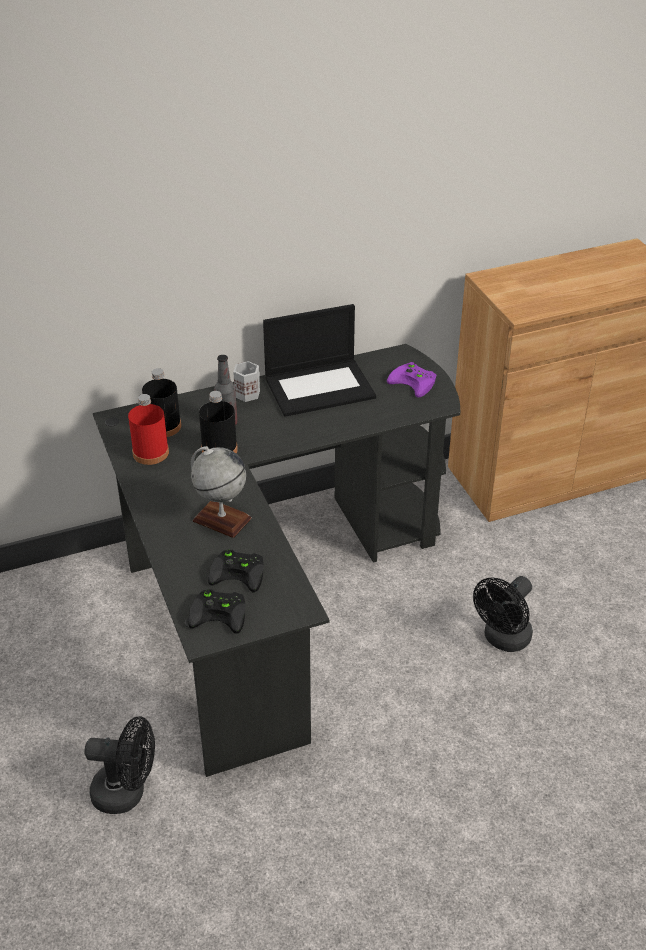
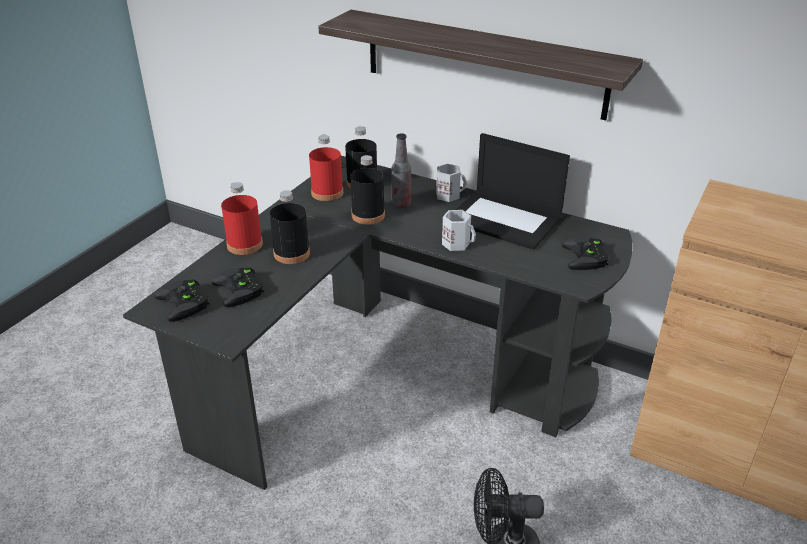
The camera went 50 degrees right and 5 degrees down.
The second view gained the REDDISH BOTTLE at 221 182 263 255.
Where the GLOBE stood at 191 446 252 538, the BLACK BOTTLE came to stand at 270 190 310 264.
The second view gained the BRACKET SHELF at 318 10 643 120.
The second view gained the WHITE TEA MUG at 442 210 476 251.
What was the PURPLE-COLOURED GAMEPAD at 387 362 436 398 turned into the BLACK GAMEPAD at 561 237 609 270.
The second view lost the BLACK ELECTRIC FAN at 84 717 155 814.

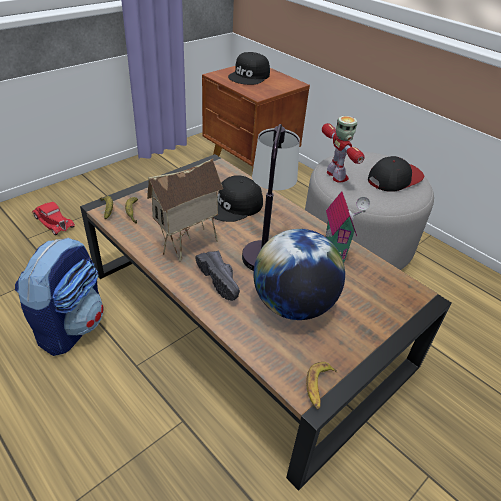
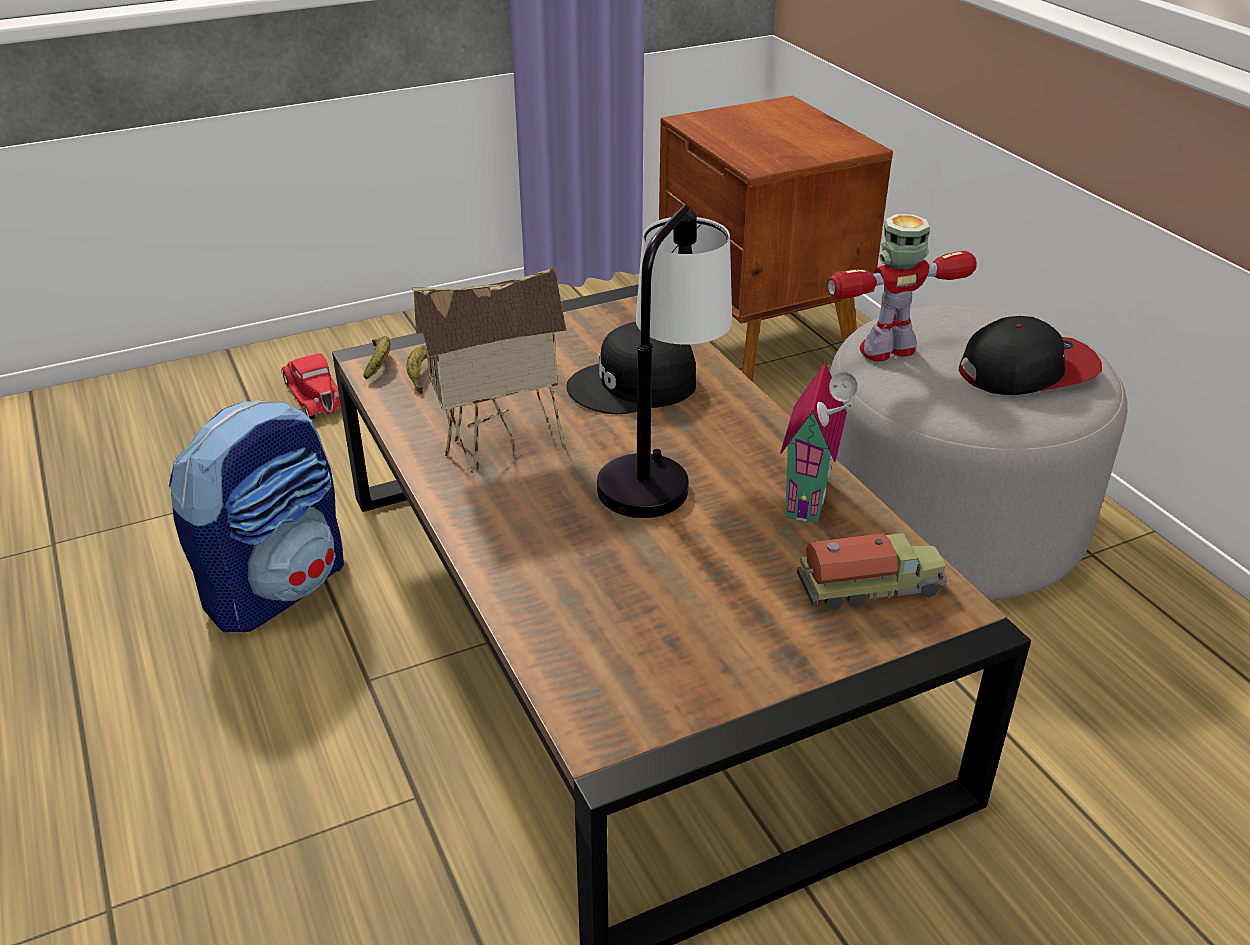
The camera went 20 degrees right and 5 degrees down.
The second view gained the TOY LORRY at 797 533 947 610.
The ROBOT FIGURE at 322 116 365 183 ended up facing another way, 105 degrees counterclockwise from before.
The second view lost the BLACK LOW SHOE at 195 251 240 301.
The second view lost the BLACK PEAKED CAP at 228 52 270 85.
The second view lost the GLOBE at 253 229 345 320.
The second view lost the WHOLE BANANA at 306 362 337 409.

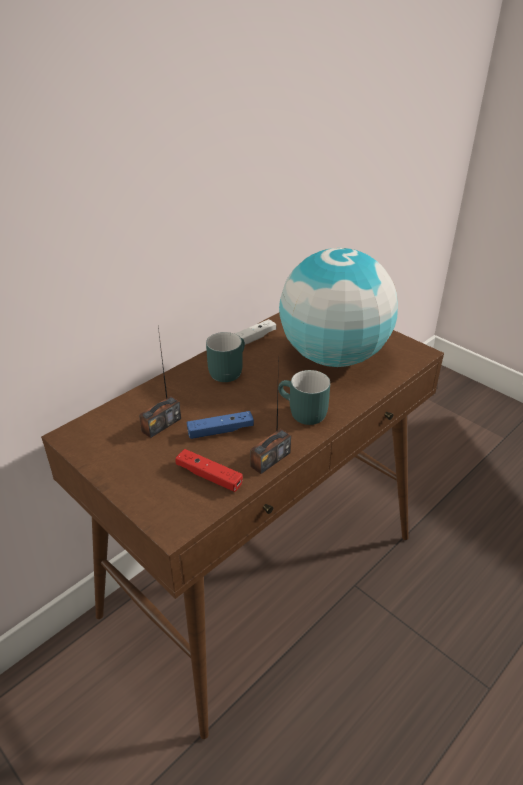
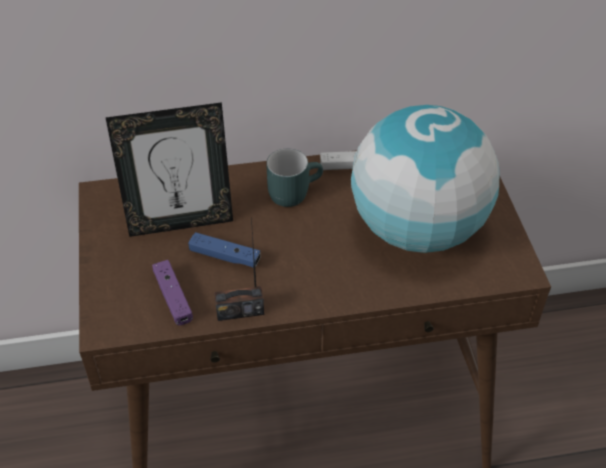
The camera went 35 degrees right and 10 degrees up.
Where the RADIO SET stood at 139 327 181 438, the STANDING FRAME came to stand at 106 102 233 237.
What was the REDDISH GAMEPAD at 175 449 243 492 turned into the PURPLE-COLOURED GAMEPAD at 152 260 193 325.
The second view lost the TURQUOISE-COLOURED TEA MUG at 278 370 330 425.

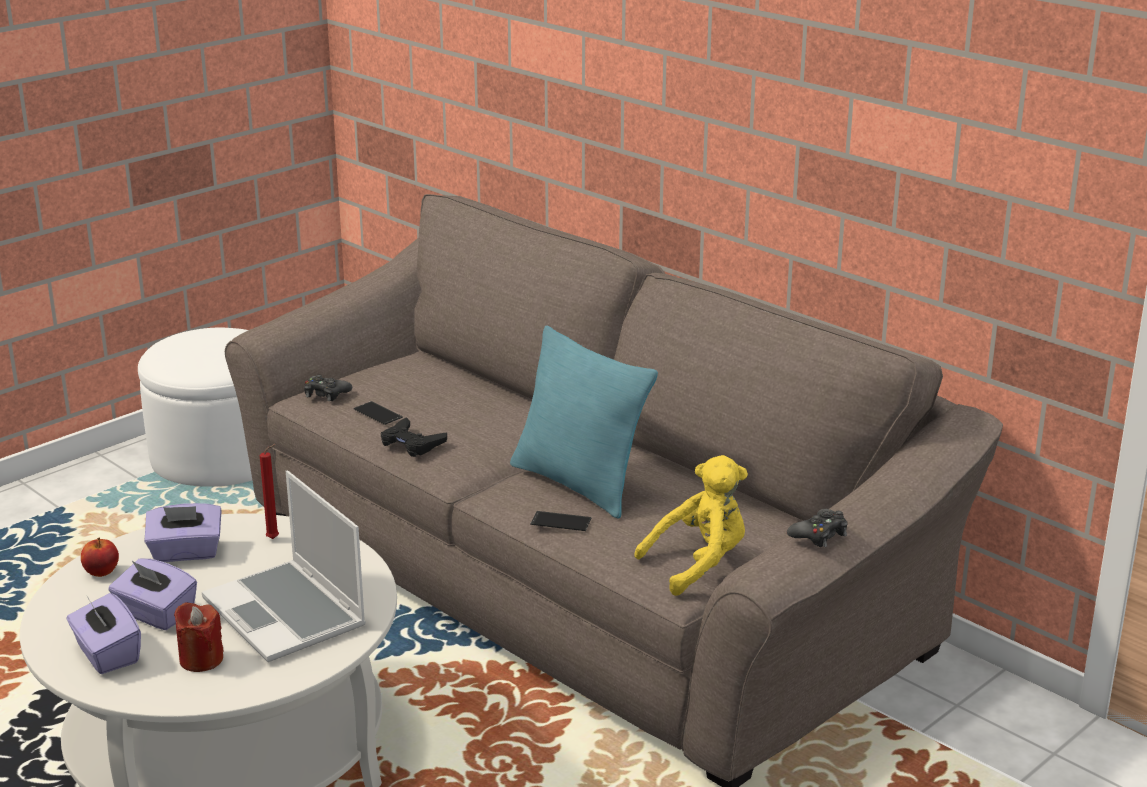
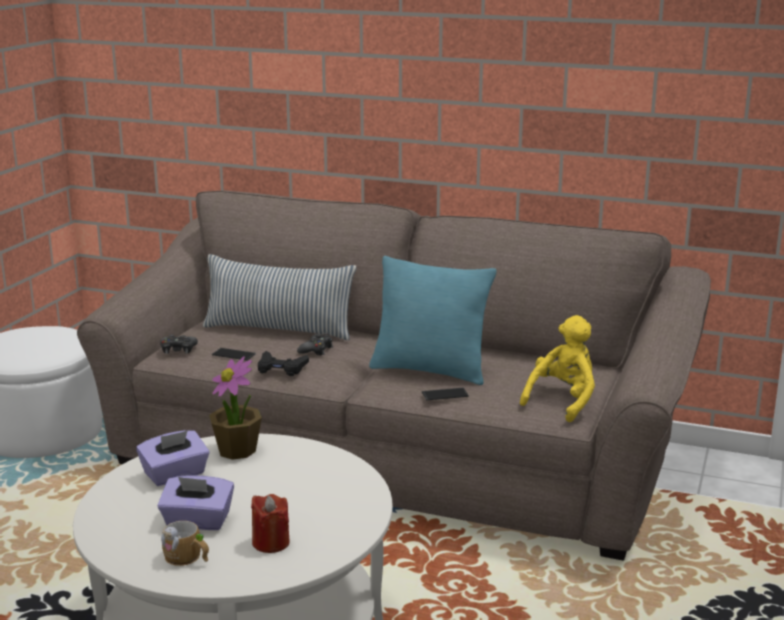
The camera went 25 degrees left and 5 degrees down.
Where the PURPLE-COLOURED TISSUE HOLDER stood at 67 593 141 674, the TEA MUG came to stand at 161 521 209 566.
The second view gained the THROW PILLOW at 203 254 357 341.
Where the REDDISH CANDLE stood at 260 444 279 539, the PLANT IN A POT came to stand at 209 357 262 460.
The BLACK GAMEPAD ended up elsewhere, having gone from 787 509 848 547 to 297 332 333 356.
The second view lost the APPLE FRUIT at 81 538 119 577.
The second view lost the LAPTOP at 202 471 366 662.

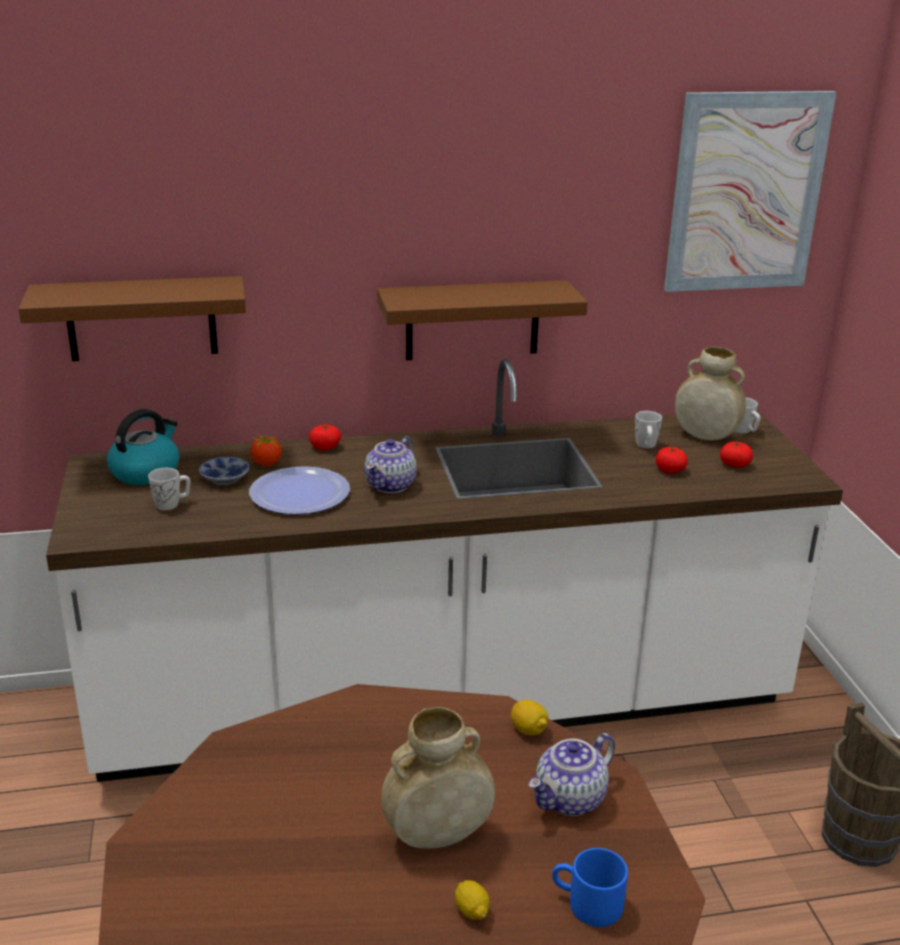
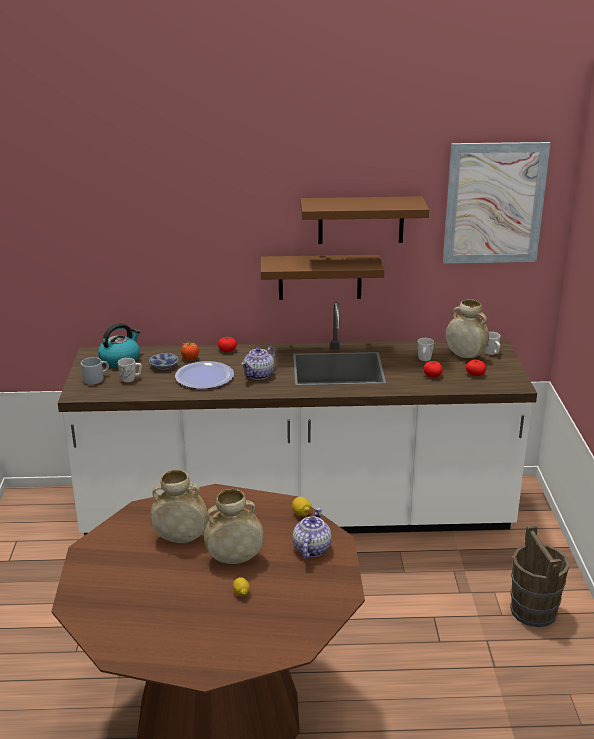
The camera went 10 degrees right and 0 degrees up.
The second view gained the GREY TEA MUG at 81 357 109 384.
The second view gained the BEIGE DECORATIVE VASE at 150 470 208 543.
The TEA POT at 528 733 615 816 ended up facing another way, 135 degrees clockwise from before.
The BROWN-COLOURED BRACKET SHELF ended up elsewhere, having gone from 19 276 246 361 to 301 196 429 244.
The second view lost the BLUE TEA MUG at 552 848 628 927.

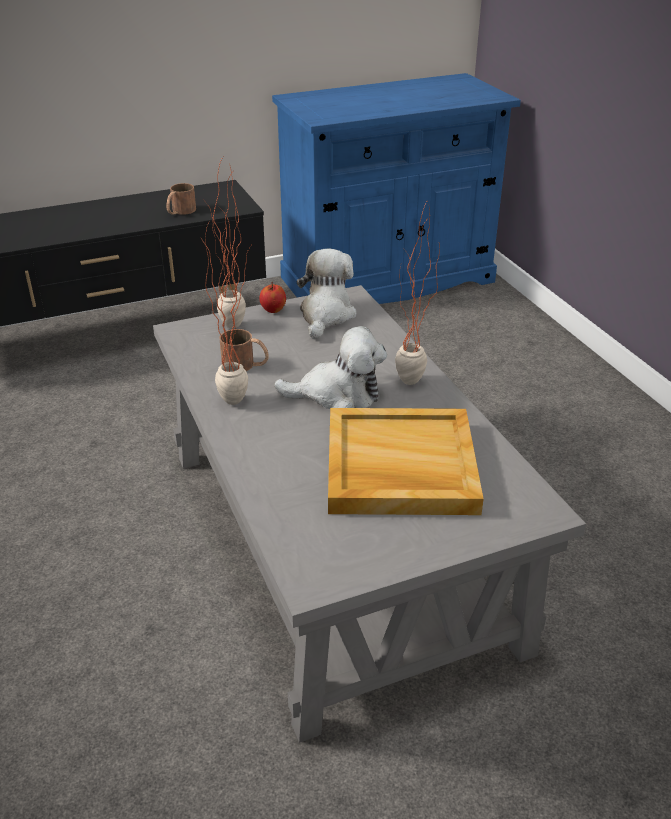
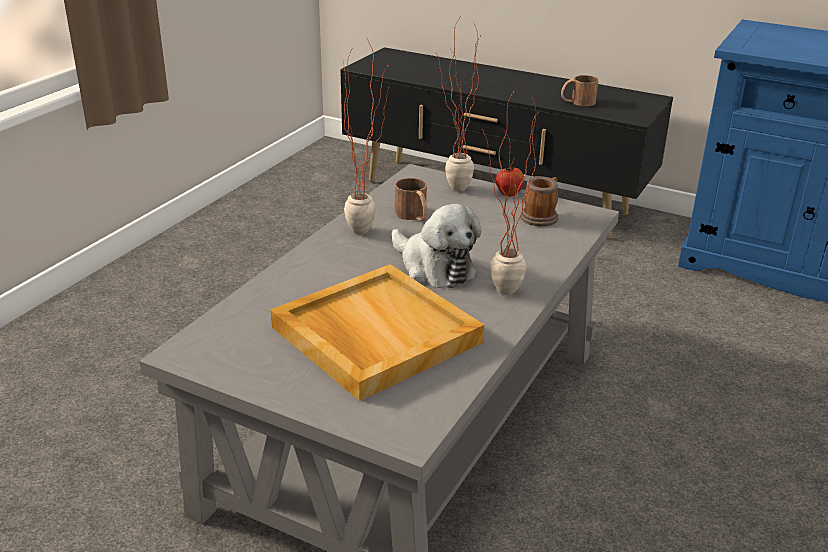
The camera went 50 degrees right and 5 degrees down.
Where the SOFT TOY stood at 296 248 357 339, the TEA MUG came to stand at 520 176 558 227.

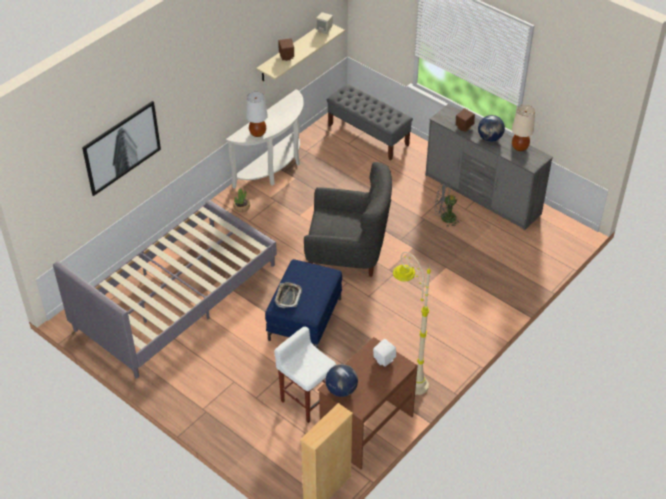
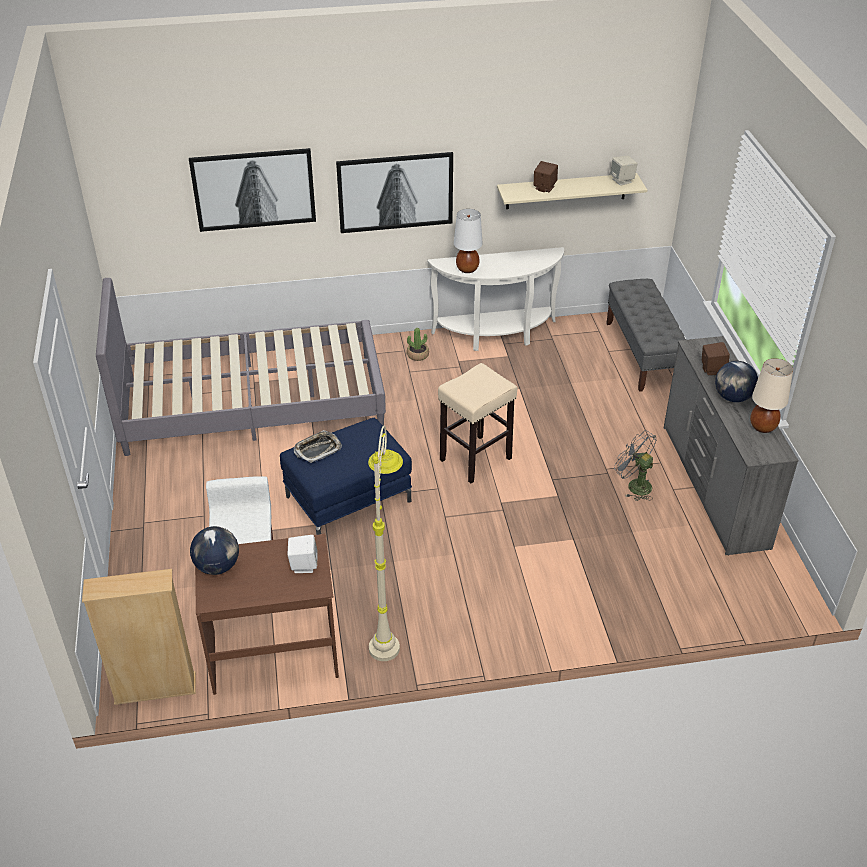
The camera went 40 degrees right and 5 degrees down.
The second view gained the WALL PICTURE at 336 152 453 233.
Where the GREY LOUNGE CHAIR stood at 304 162 392 277, the BEIGE SITTING STOOL came to stand at 438 363 517 483.

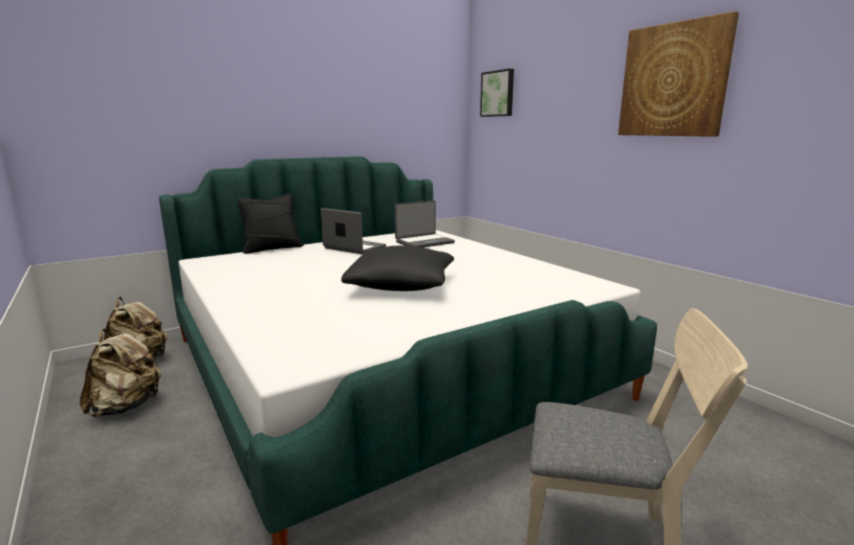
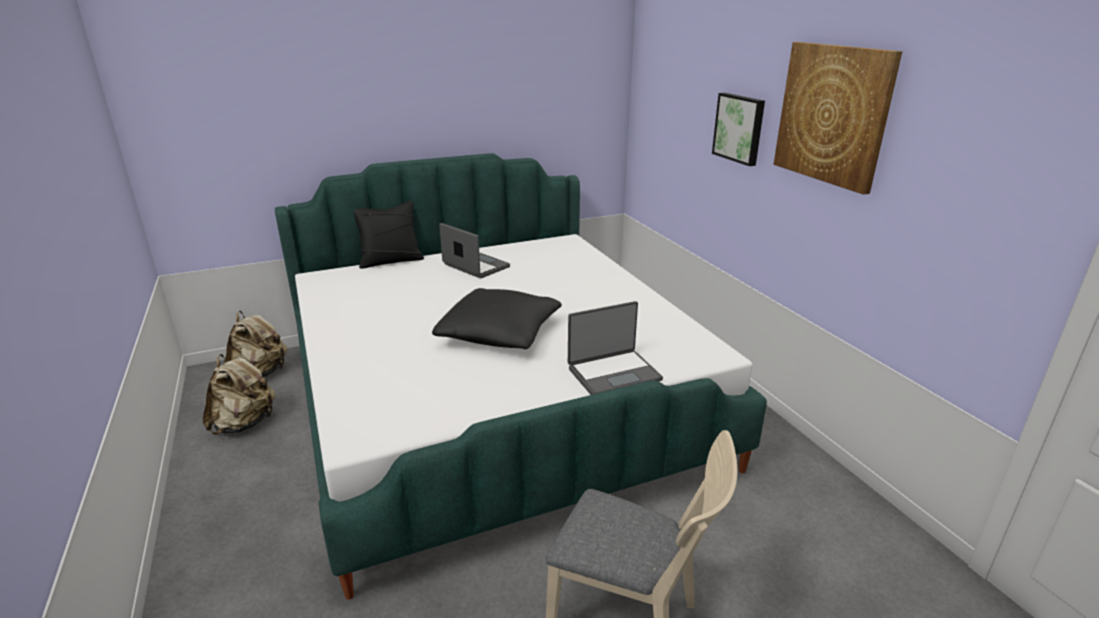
The camera went 10 degrees right and 10 degrees up.
The LAPTOP ended up elsewhere, having gone from 395 200 455 248 to 568 301 663 395.
The WALL PICTURE ended up elsewhere, having gone from 480 69 514 117 to 712 93 765 166.

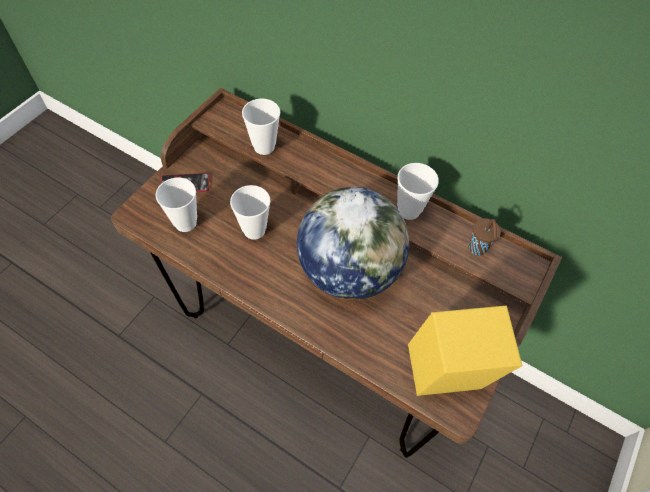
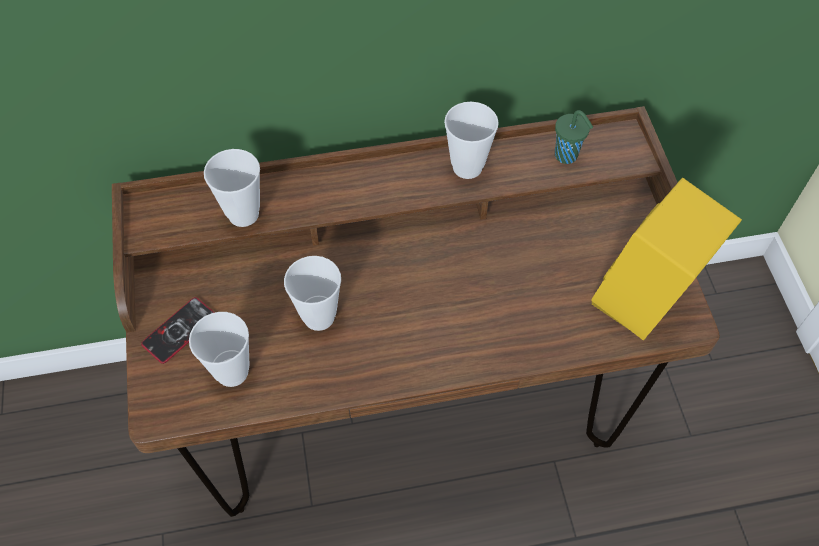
The camera went 40 degrees left and 0 degrees up.
What was the BROWN-COLOURED CUP at 468 218 501 256 turned into the GREEN-COLOURED CUP at 555 110 593 164.
The second view lost the GLOBE at 297 187 409 300.

